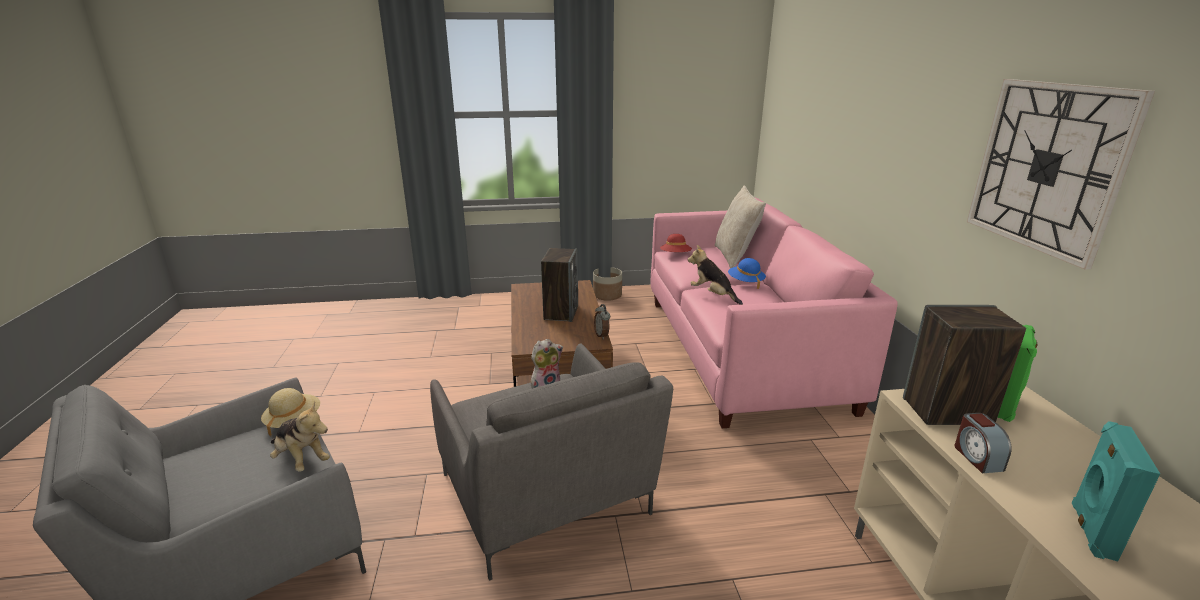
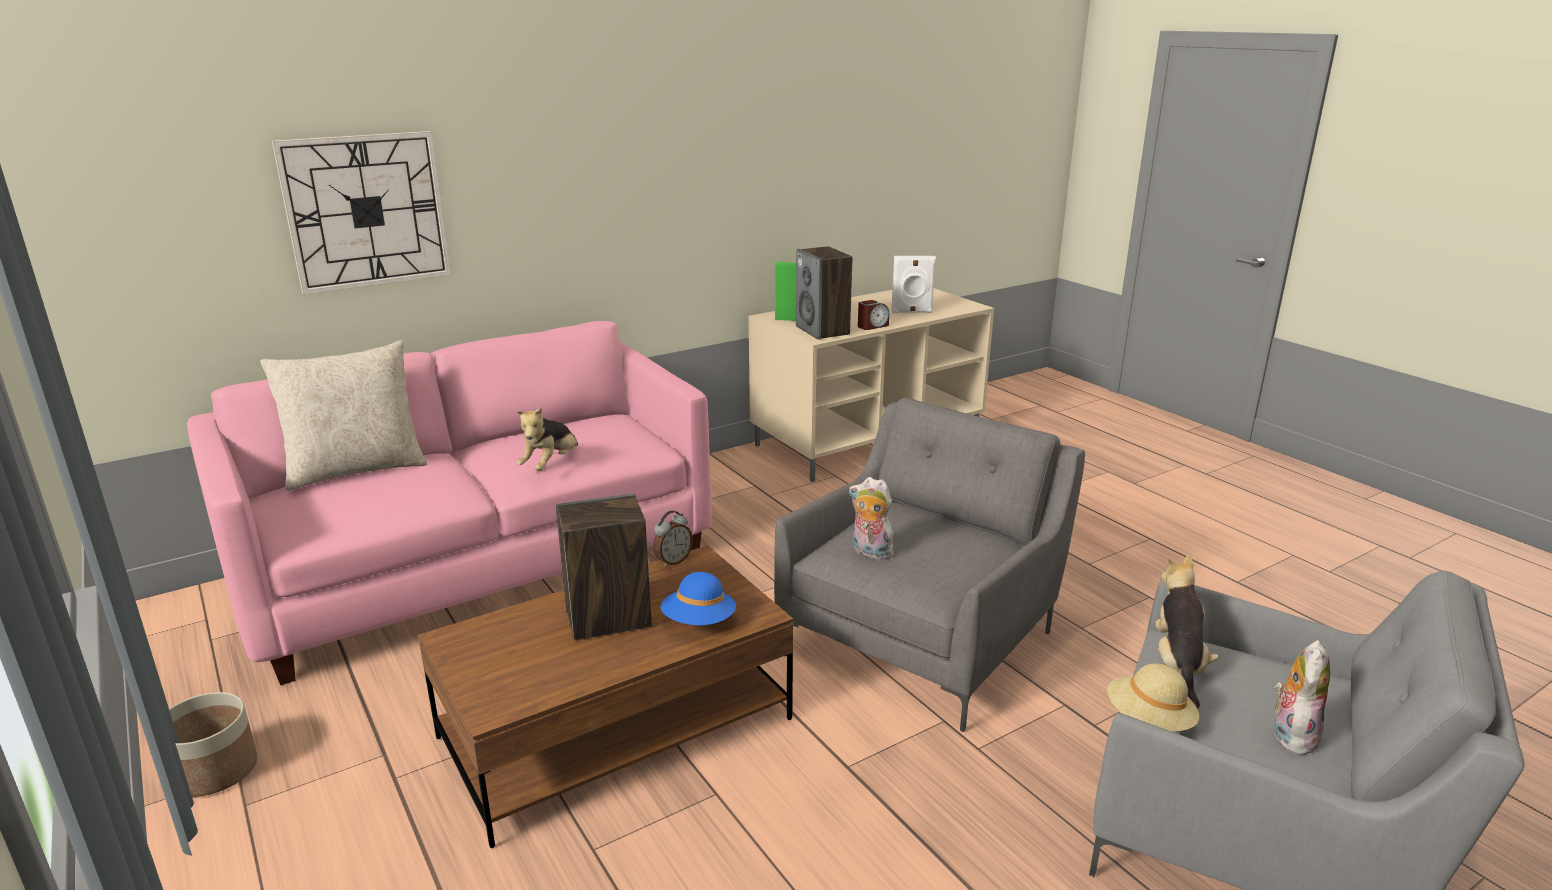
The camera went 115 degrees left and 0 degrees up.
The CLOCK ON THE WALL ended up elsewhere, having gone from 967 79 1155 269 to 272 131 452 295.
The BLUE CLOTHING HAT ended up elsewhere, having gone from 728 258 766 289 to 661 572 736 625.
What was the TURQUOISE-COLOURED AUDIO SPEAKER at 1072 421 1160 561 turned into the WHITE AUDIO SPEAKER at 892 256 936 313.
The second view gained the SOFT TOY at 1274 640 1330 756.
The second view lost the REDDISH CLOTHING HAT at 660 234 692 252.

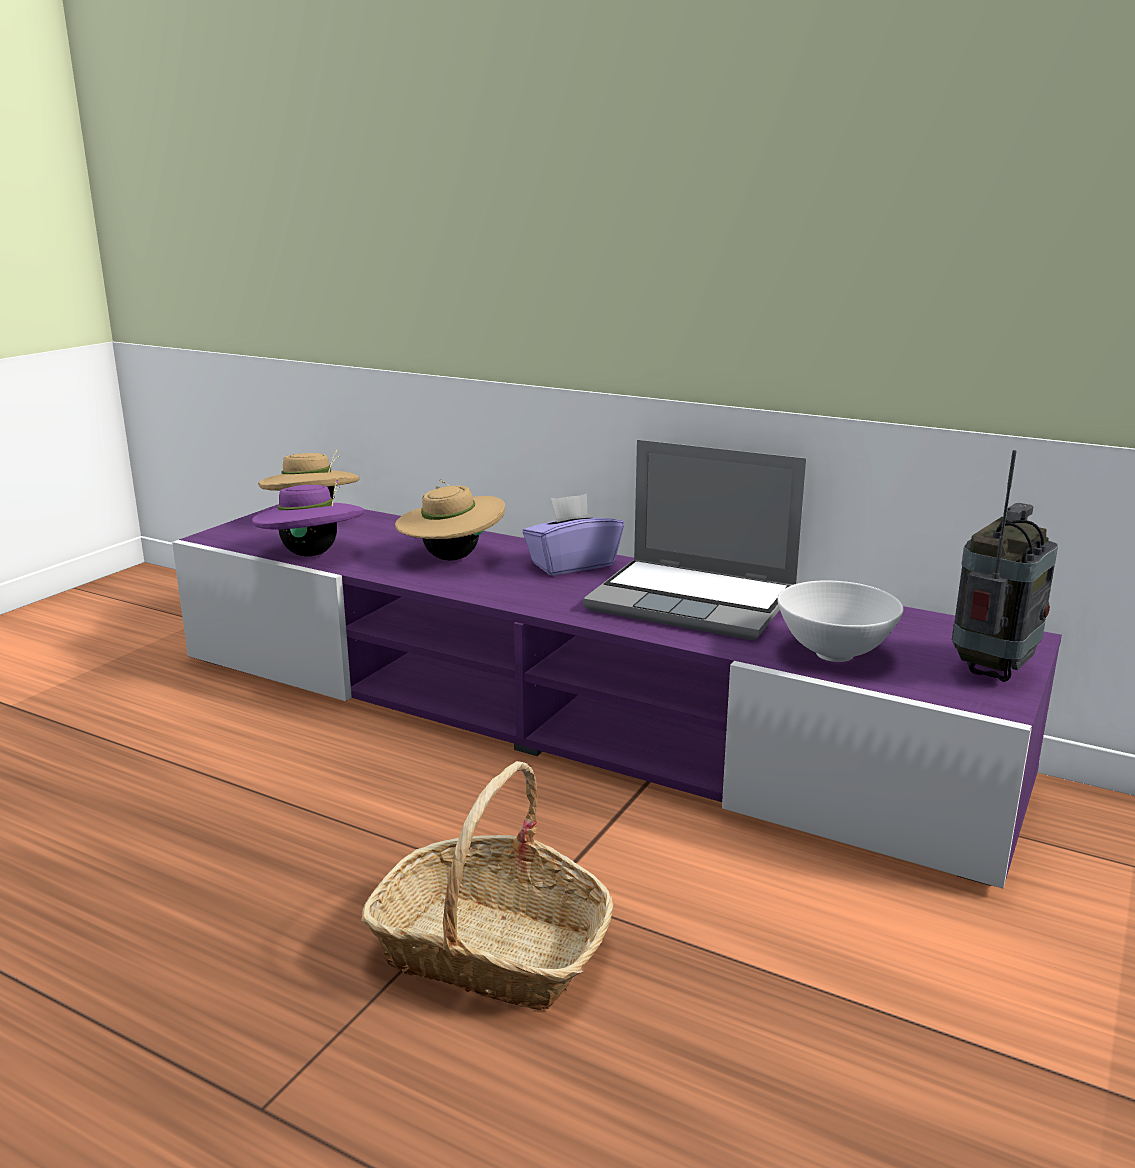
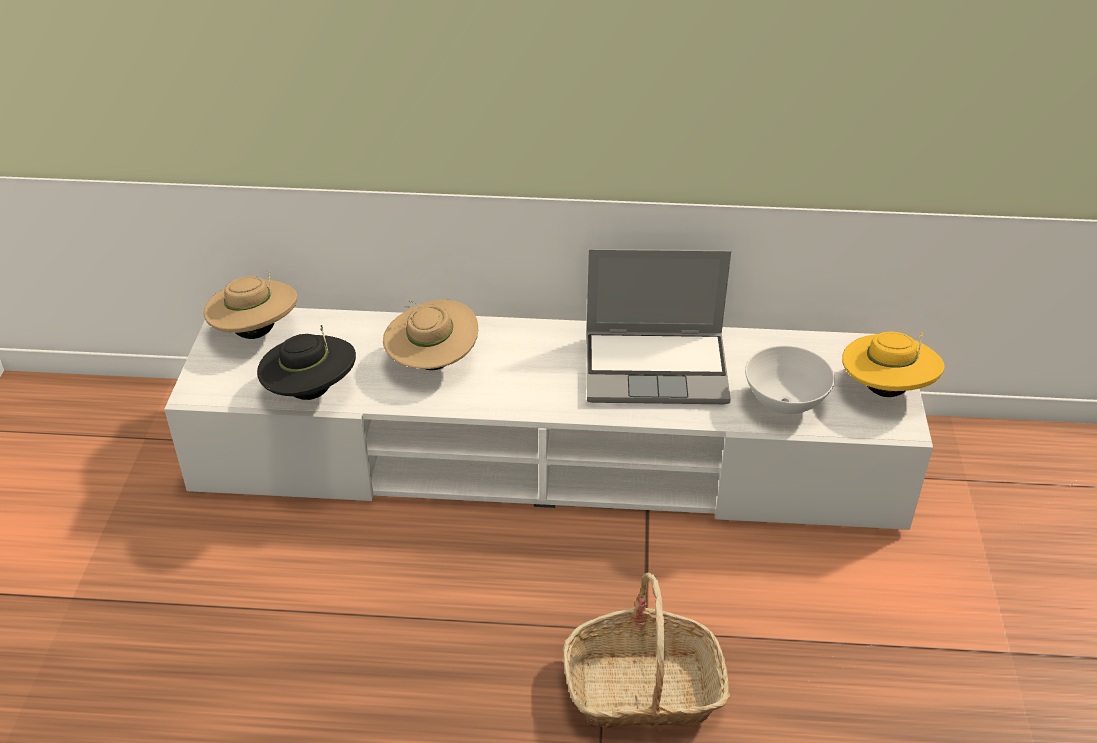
The camera went 25 degrees left and 20 degrees up.
What was the PURPLE-COLOURED TV STAND at 172 504 1062 889 turned into the WHITE TV STAND at 164 308 933 530.
What was the PURPLE-COLOURED CLOTHING HAT at 252 480 364 557 turned into the BLACK CLOTHING HAT at 257 325 356 400.
Where the RADIO SET stood at 952 450 1058 682, the YELLOWISH CLOTHING HAT came to stand at 842 331 944 397.
The second view lost the PURPLE-COLOURED TISSUE HOLDER at 522 494 624 575.

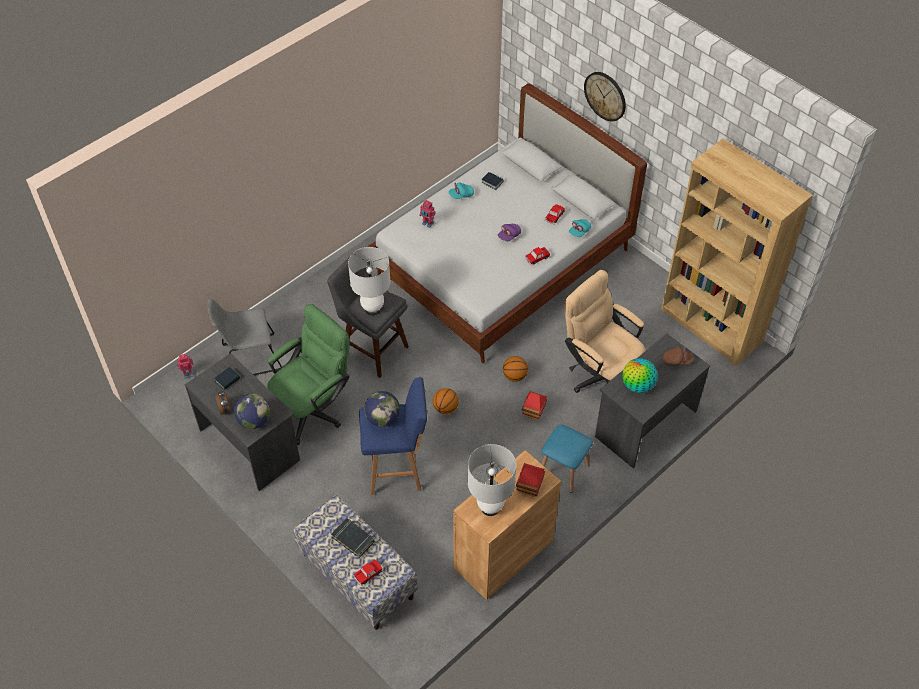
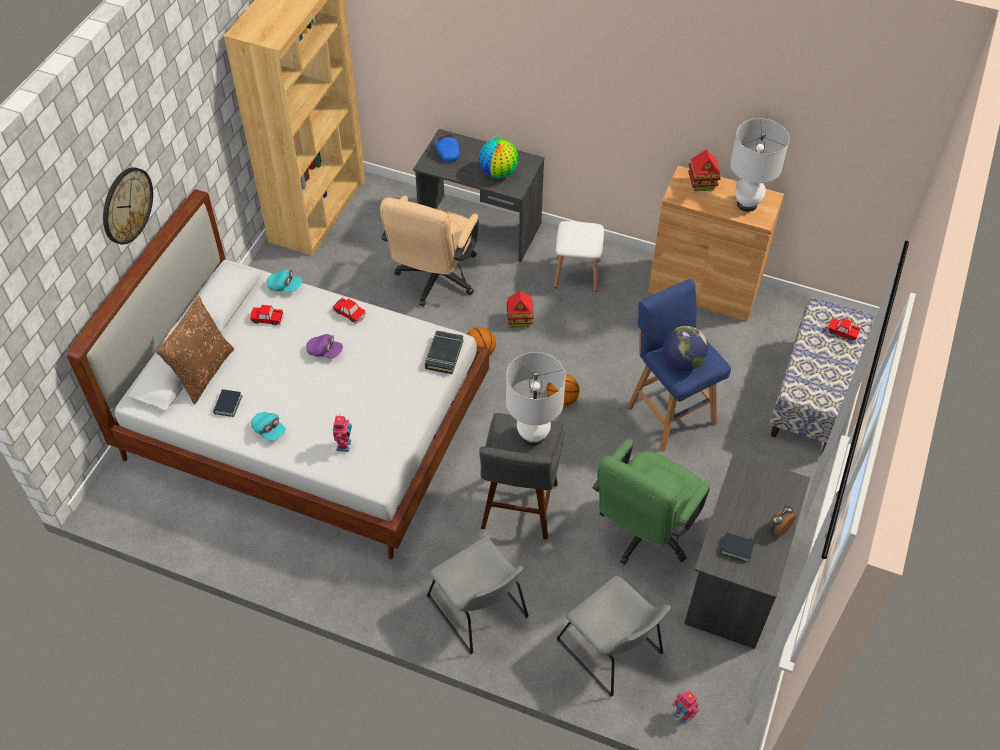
The camera went 115 degrees left and 0 degrees up.
The second view gained the BROWN-COLOURED THROW PILLOW at 156 295 234 404.
The BLACK VOLUME ended up elsewhere, having gone from 331 518 375 558 to 425 331 464 374.
The second view gained the GREY CHAIR at 427 537 529 655.
What was the BROWN-COLOURED PEAKED CAP at 663 347 693 366 turned into the BLUE PEAKED CAP at 435 133 460 162.
What was the BLUE SITTING STOOL at 541 425 593 493 turned into the WHITE SITTING STOOL at 554 221 604 292.
The GREEN-COLOURED OFFICE CHAIR at 267 304 350 445 ended up facing another way, 75 degrees counterclockwise from before.
The second view lost the GLOBE at 234 393 270 429.

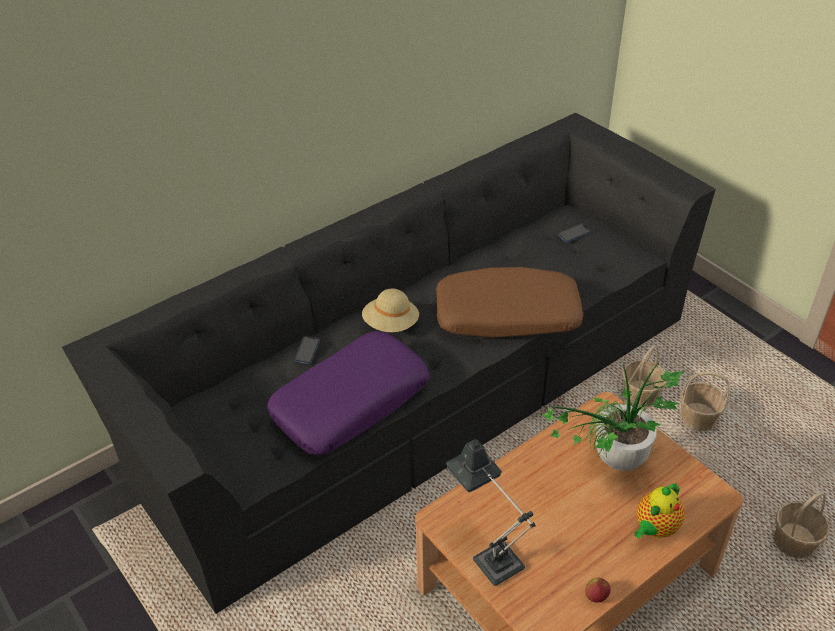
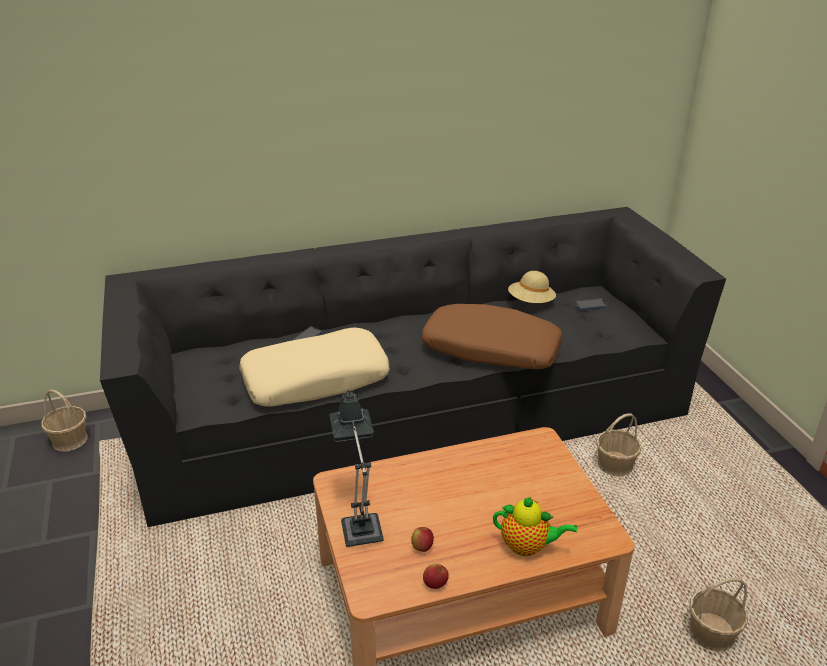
The camera went 20 degrees right and 10 degrees down.
The HOUSEHOLD BASKET ended up elsewhere, having gone from 680 372 730 431 to 41 390 88 452.
What was the PURPLE-COLOURED THROW PILLOW at 267 331 429 455 turned into the BEIGE THROW PILLOW at 239 327 390 406.
The second view gained the APPLE FRUIT at 411 527 434 552.
The TEA POT at 634 482 684 538 ended up facing another way, 135 degrees counterclockwise from before.
The BEIGE CLOTHING HAT ended up elsewhere, having gone from 362 288 419 332 to 508 271 556 303.
The second view lost the PLANT IN A POT at 542 360 684 471.

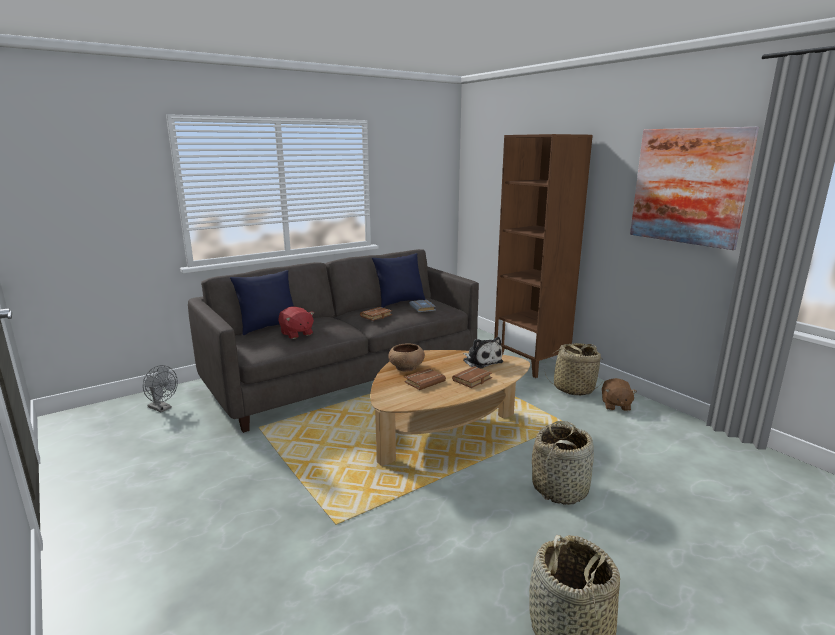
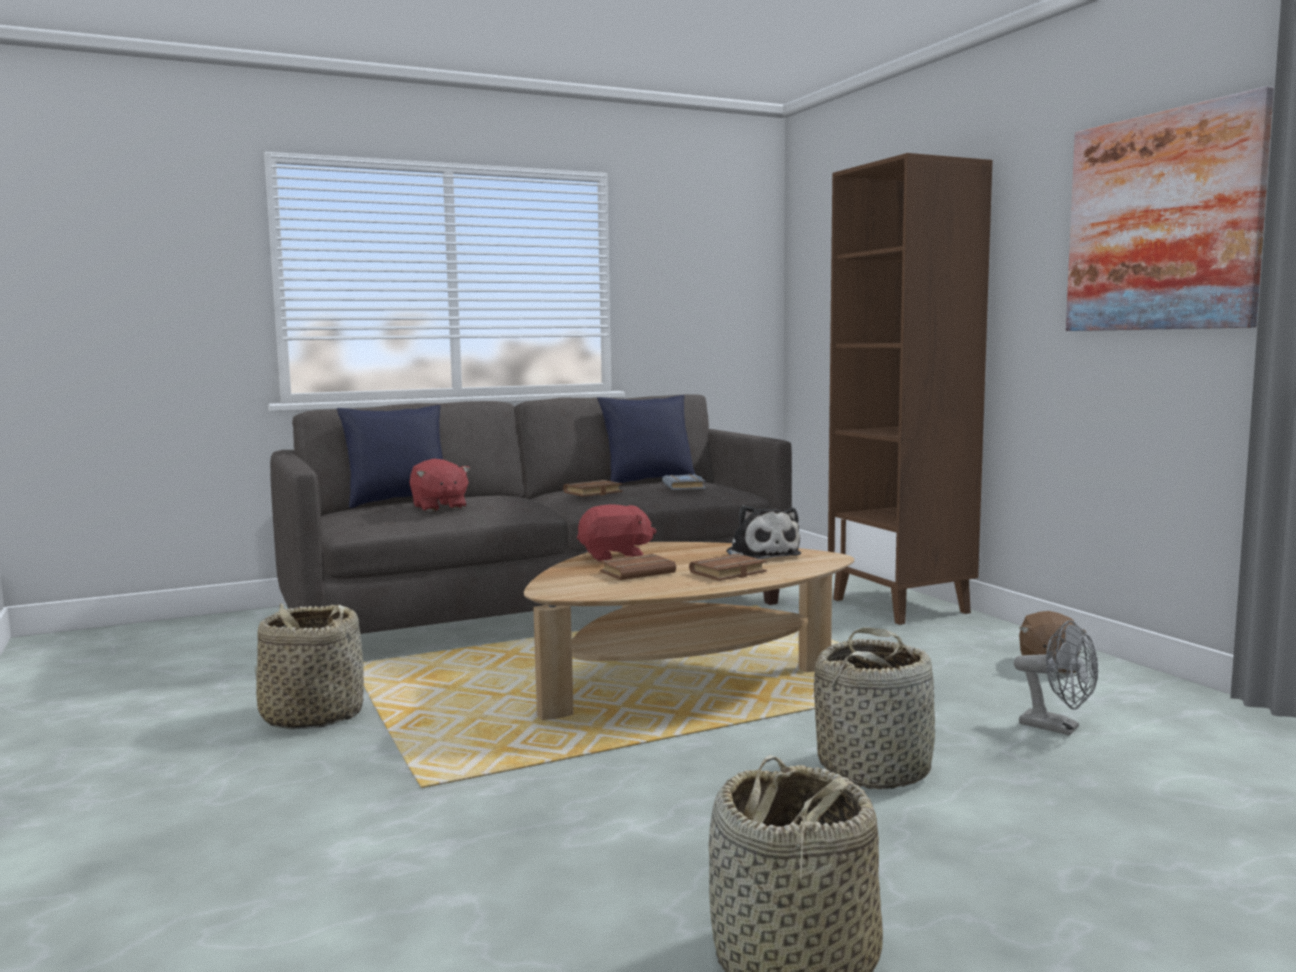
The camera went 10 degrees right and 10 degrees down.
The HOUSEHOLD BASKET ended up elsewhere, having gone from 545 343 603 396 to 255 603 364 729.
Where the BROWN-COLOURED DEEP DISH stood at 388 344 425 371, the REDDISH SOFT TOY came to stand at 577 504 656 563.
The GREY ELECTRIC FAN ended up elsewhere, having gone from 143 365 178 412 to 1014 620 1098 735.

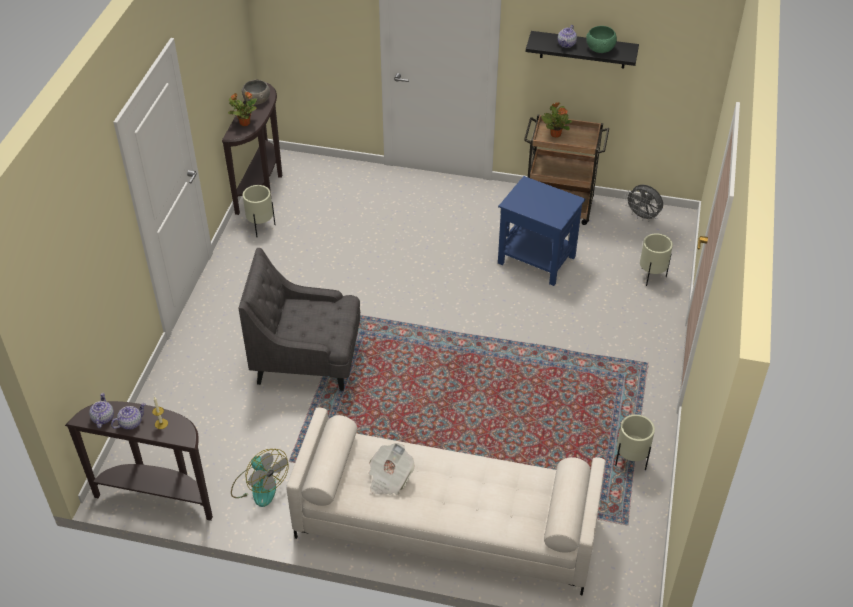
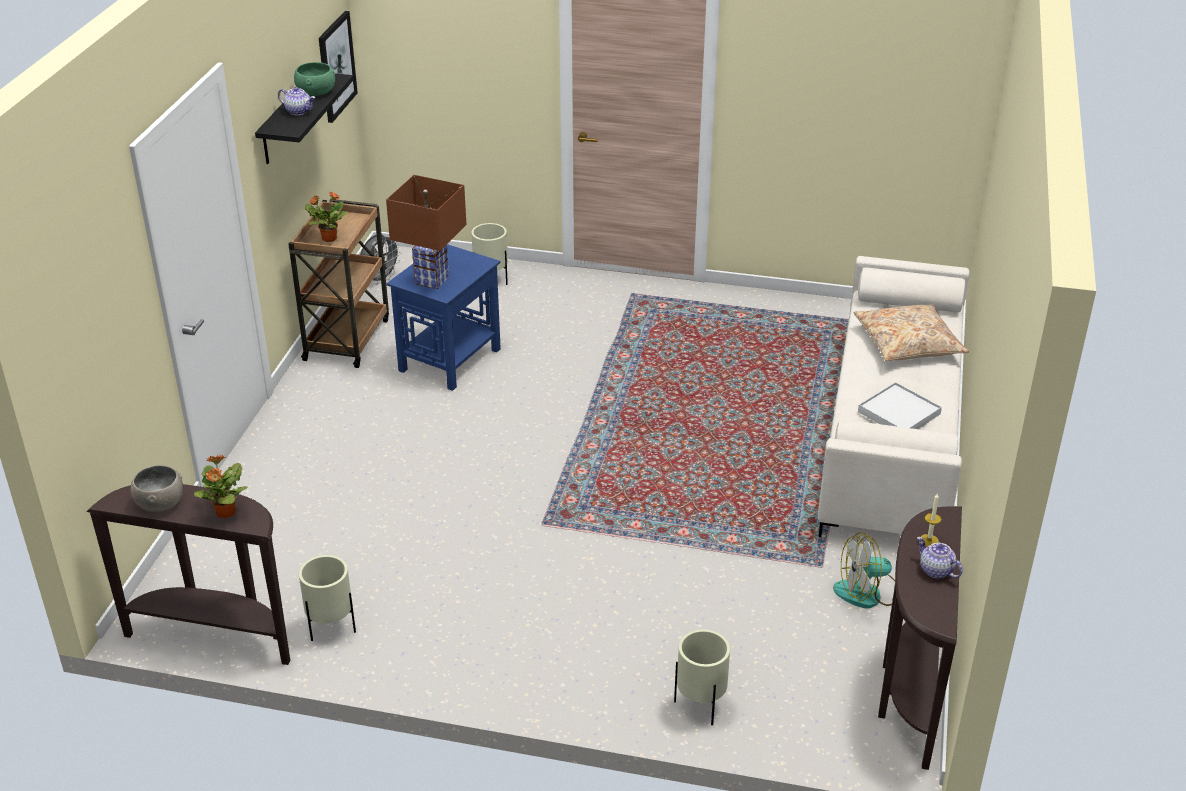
The camera went 90 degrees left and 10 degrees down.
The second view gained the WALL PICTURE at 319 11 358 123.
The second view gained the BROWN-COLOURED TABLE LAMP at 386 175 467 289.
The BEIGE PLANT POT ended up elsewhere, having gone from 615 414 655 470 to 674 629 730 725.
The ELECTRIC FAN at 231 449 289 507 ended up facing another way, 150 degrees counterclockwise from before.
The second view gained the BEIGE THROW PILLOW at 854 304 969 361.
Where the NEWSPAPER stood at 368 443 415 495, the WHITE TRAY came to stand at 858 382 942 429.
The second view lost the TEA POT at 89 393 114 428.
The second view lost the GREY LOUNGE CHAIR at 239 248 360 391.

